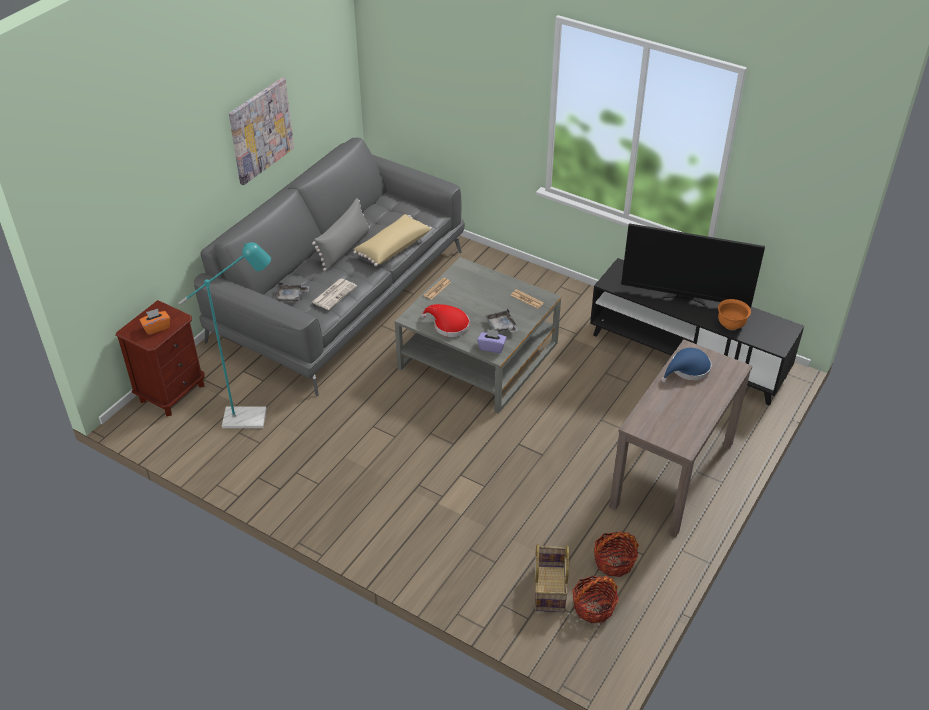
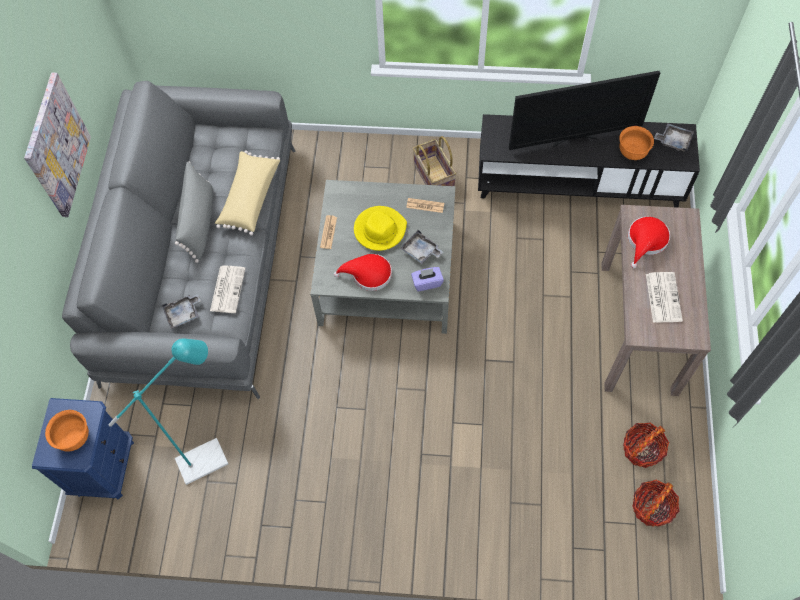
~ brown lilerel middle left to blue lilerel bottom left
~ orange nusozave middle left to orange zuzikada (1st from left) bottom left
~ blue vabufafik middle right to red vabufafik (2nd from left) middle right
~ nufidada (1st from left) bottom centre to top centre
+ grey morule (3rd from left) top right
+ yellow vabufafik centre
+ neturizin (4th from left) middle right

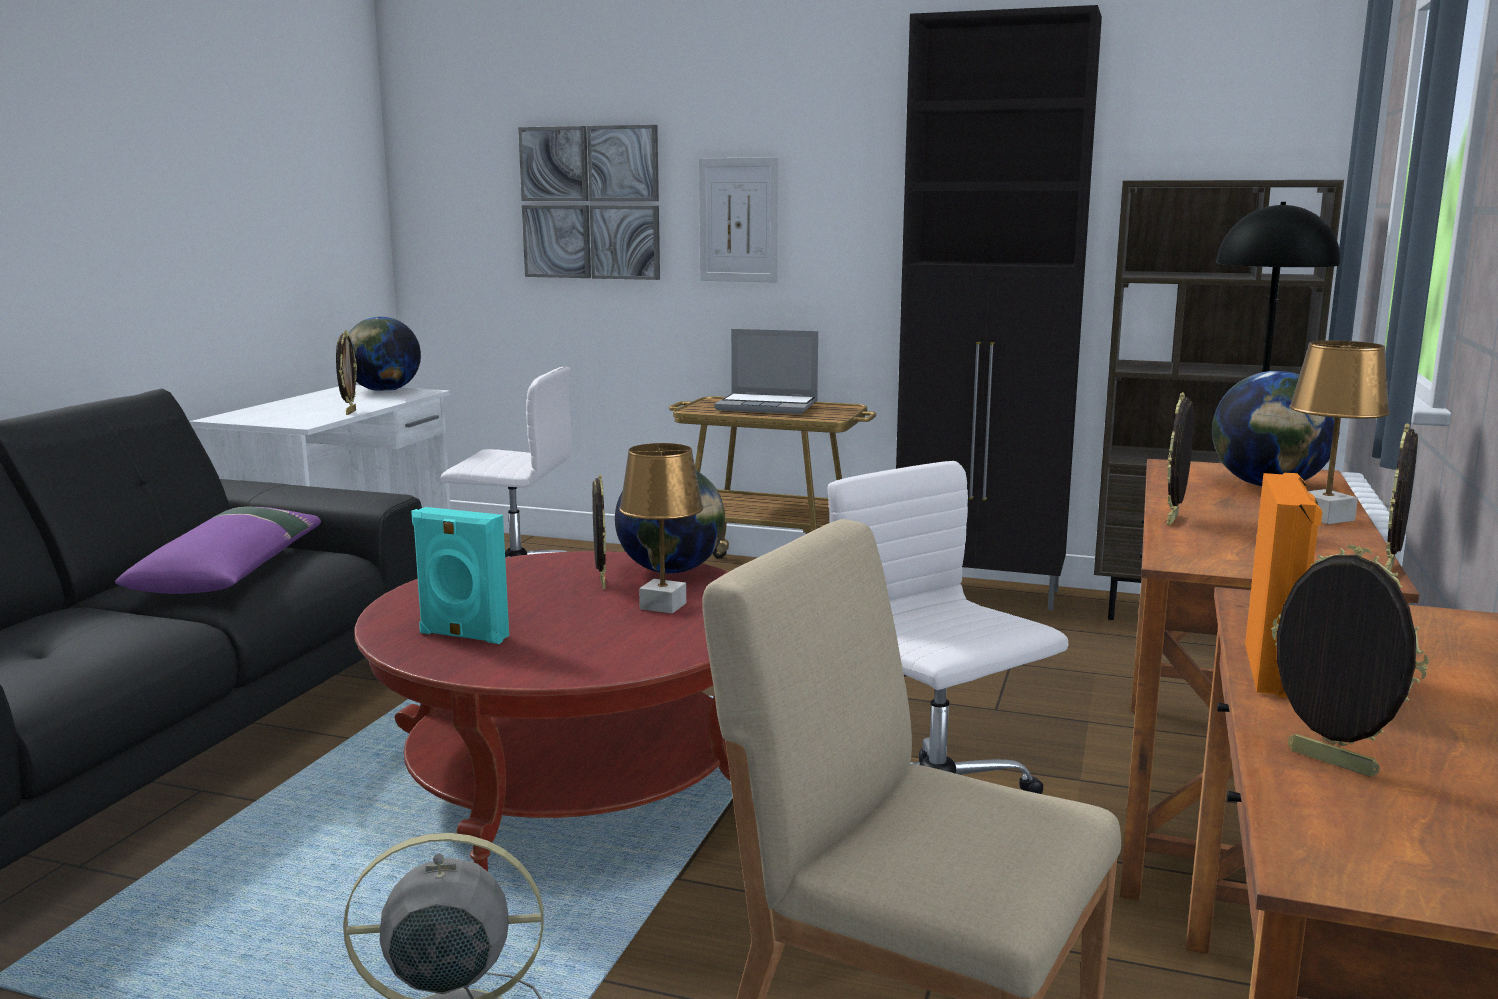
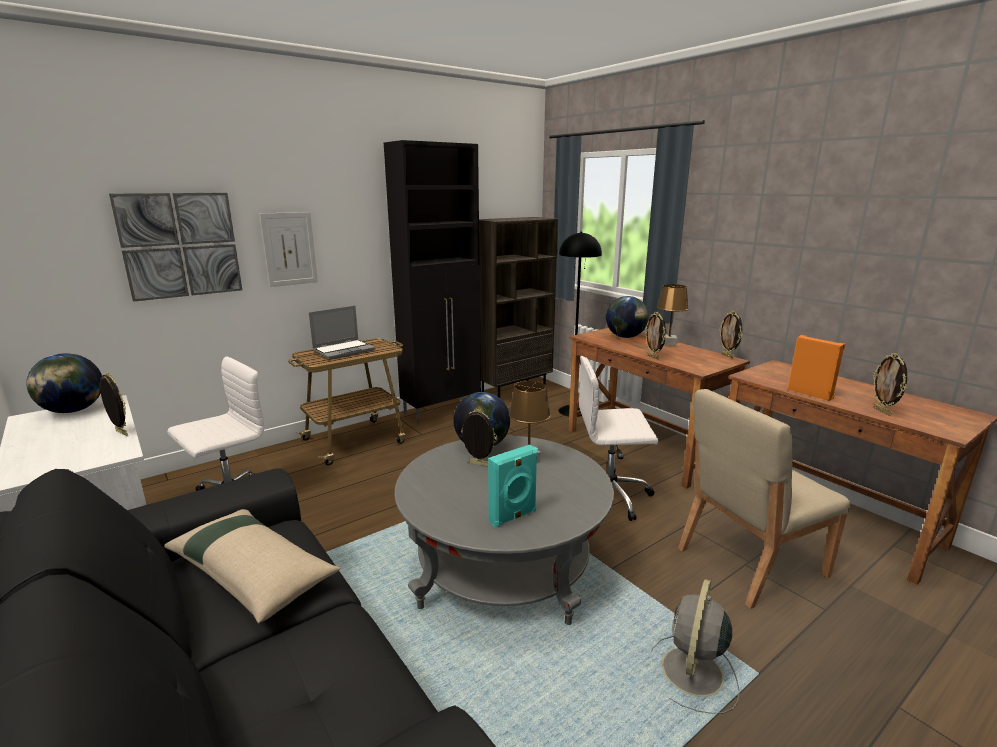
~ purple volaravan middle left to beige volaravan bottom left
~ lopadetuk (4th from left in the first image) middle right = middle right 90 degrees counterclockwise
~ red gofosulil bottom centre to grey gofosulil bottom centre

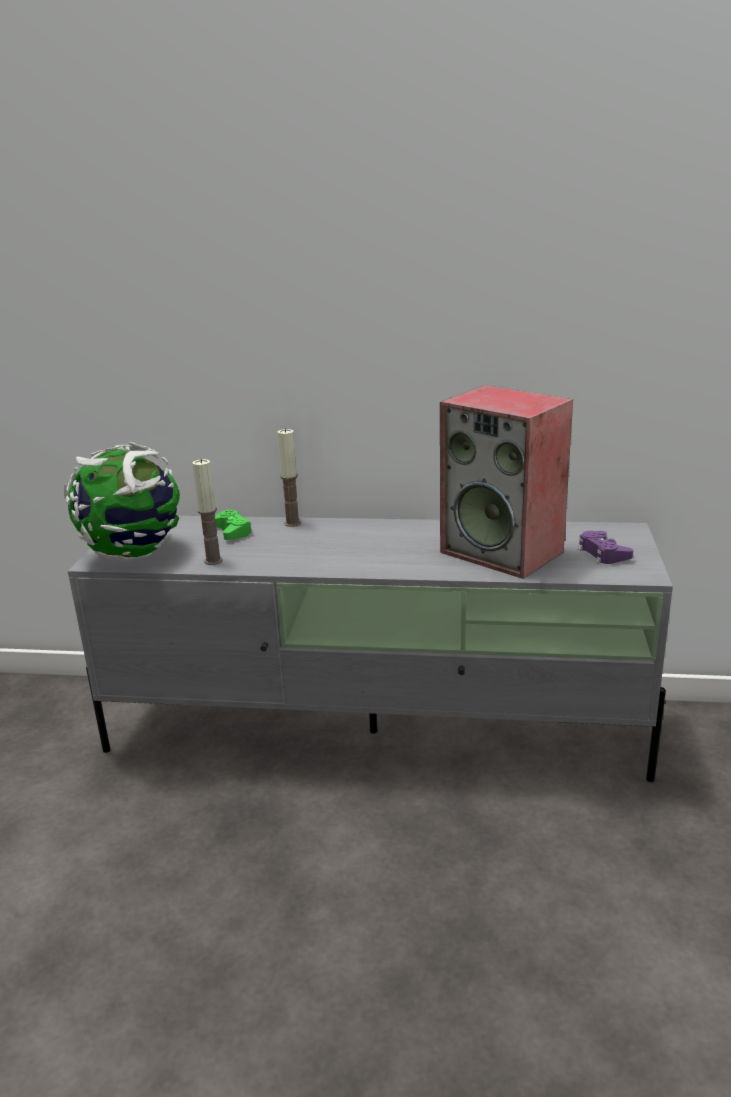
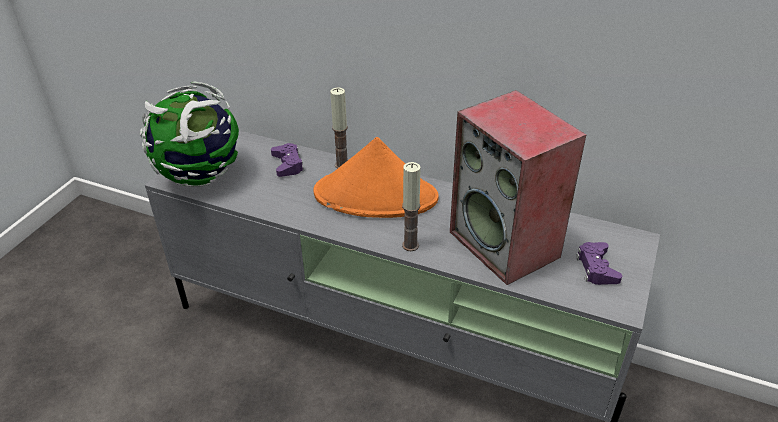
~ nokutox (1st from left in the first image) middle left to nokutox (2nd from left) centre
~ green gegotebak middle left to purple gegotebak (1st from left) centre
+ orange vabufafik centre

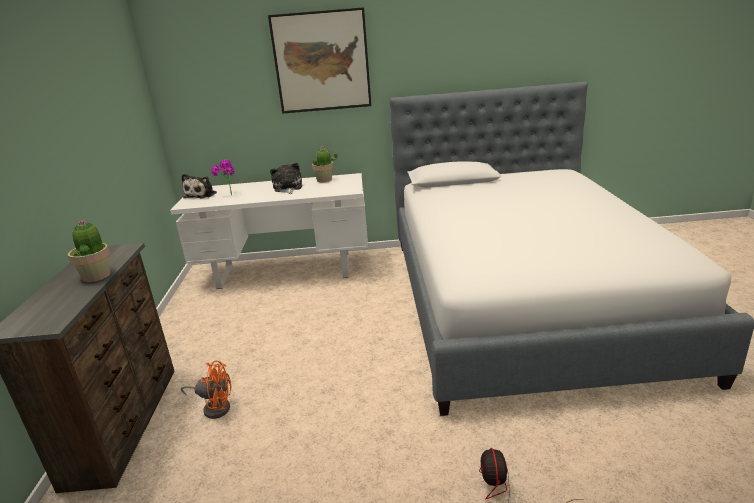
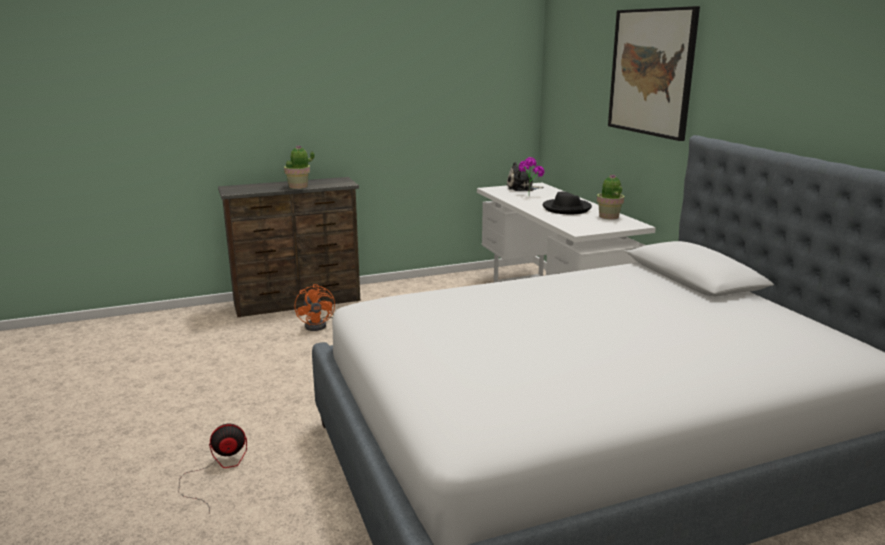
~ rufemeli (2nd from left) centre to black vabufafik centre

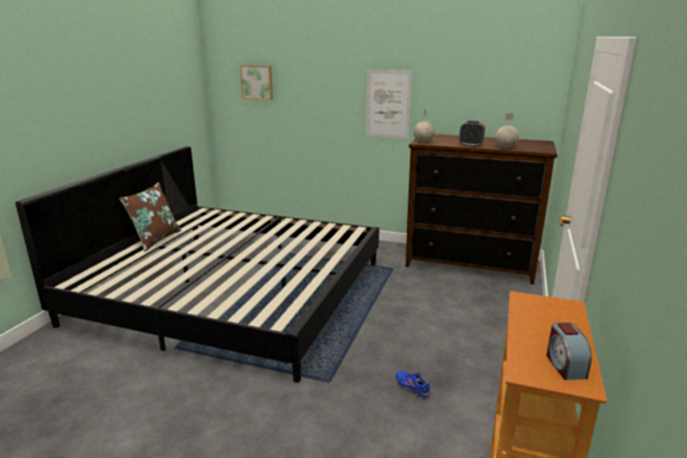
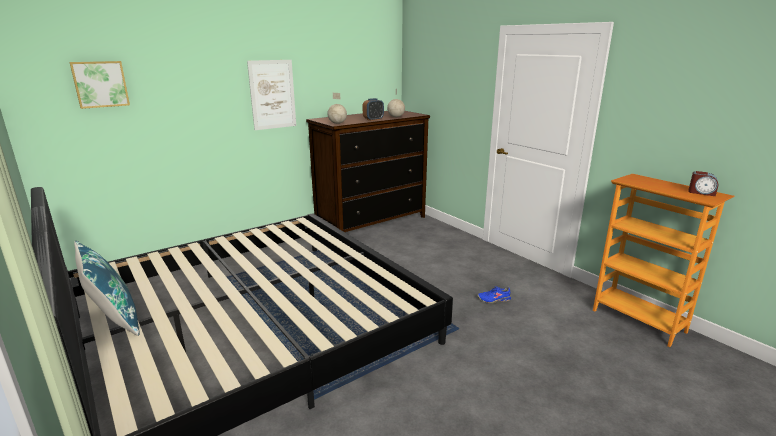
~ brown volaravan middle left to blue volaravan middle left

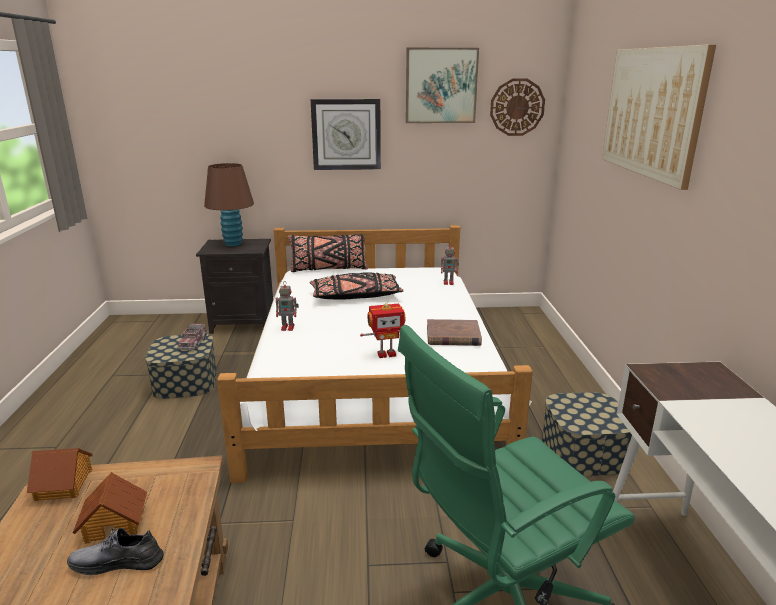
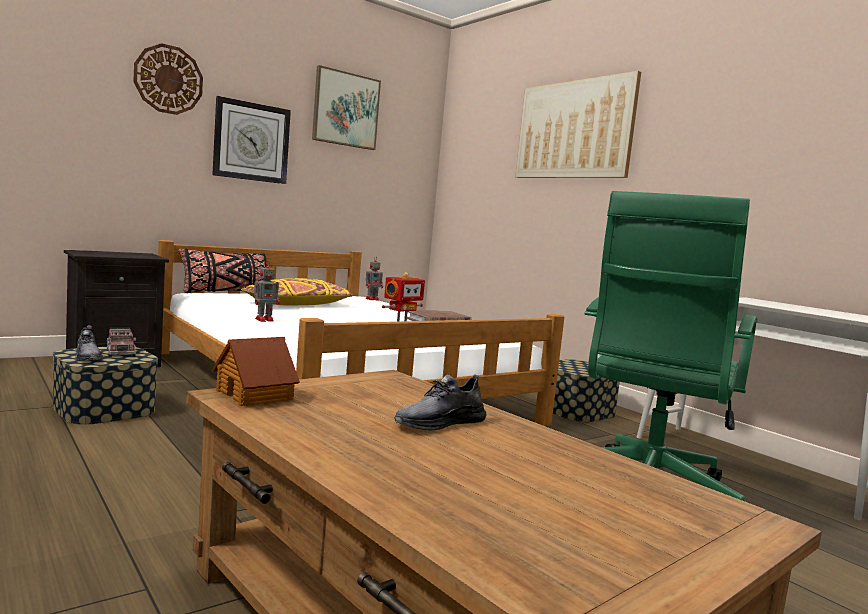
~ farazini (2nd from left in the first image) top centre to farazini (1st from left) top left
- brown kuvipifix middle left
~ black volaravan (2nd from left) centre to yellow volaravan centre
- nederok (2nd from left) bottom left
+ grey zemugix (1st from left) middle left

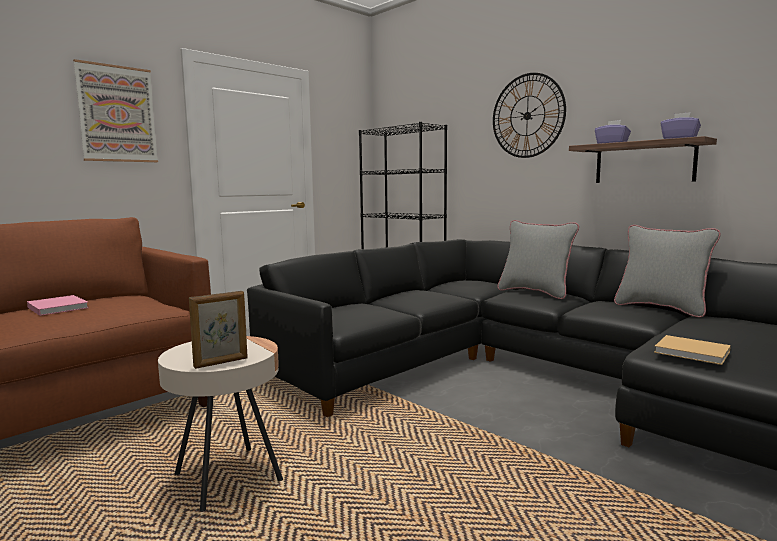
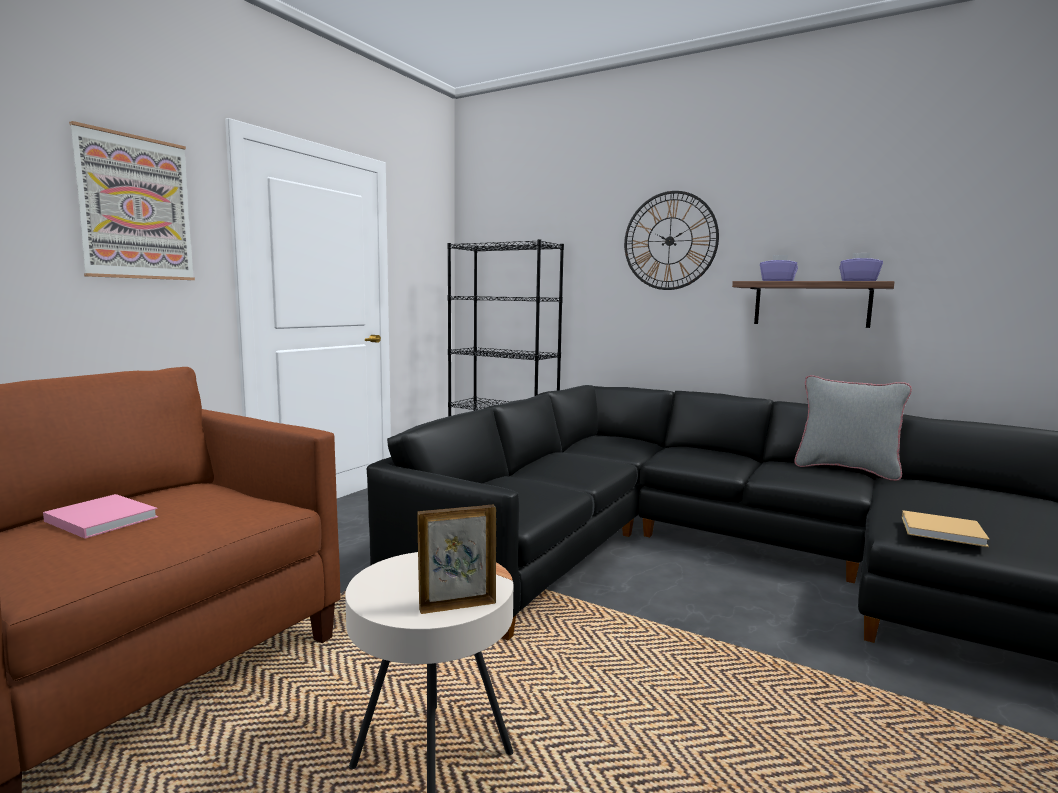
- grey volaravan (1st from left) middle right
~ lopadetuk middle left = bottom centre 150 degrees counterclockwise

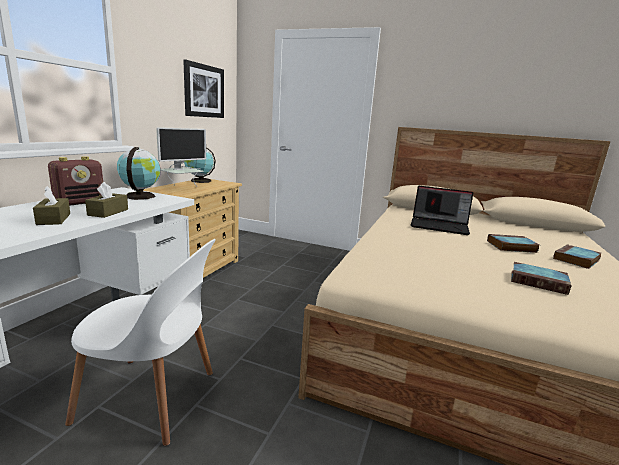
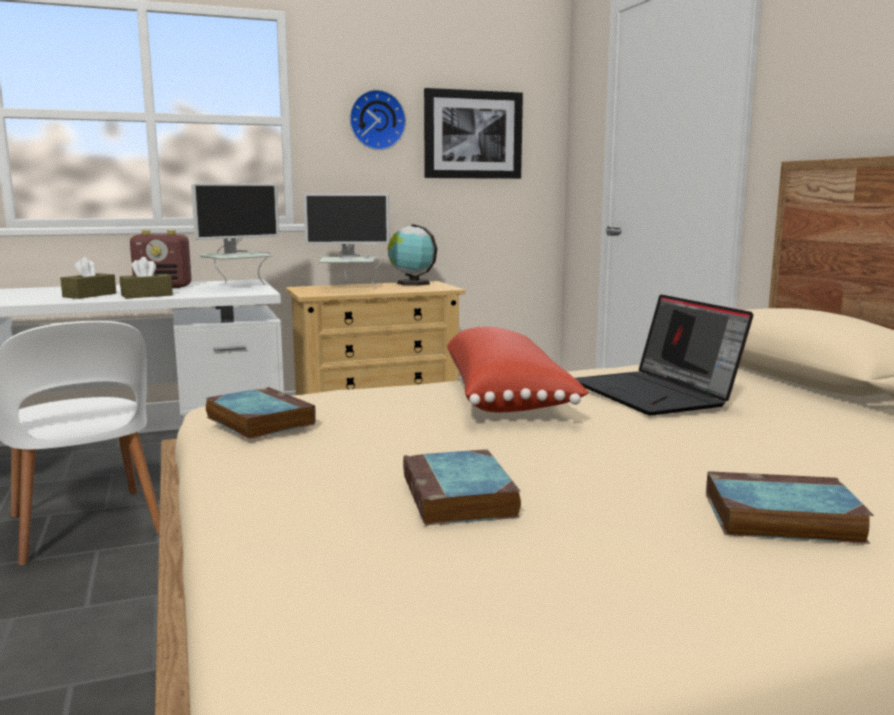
~ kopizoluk (1st from left) middle left to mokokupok (1st from left) top left
~ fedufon (1st from left) middle right to middle left
+ farazini top centre
+ red volaravan centre

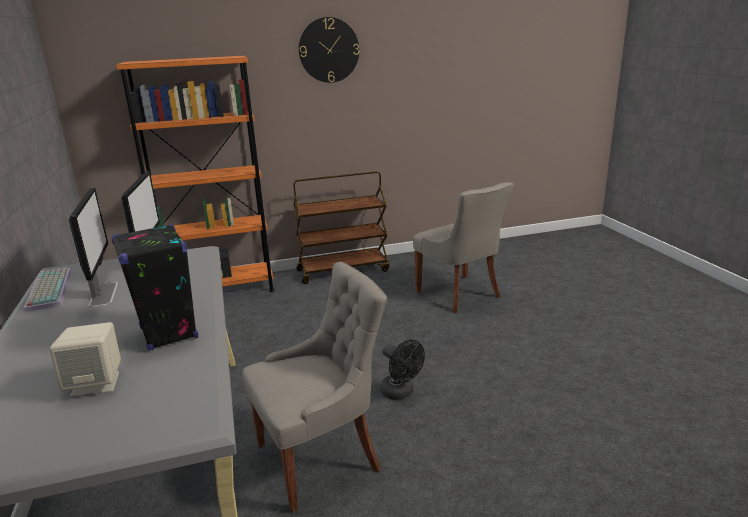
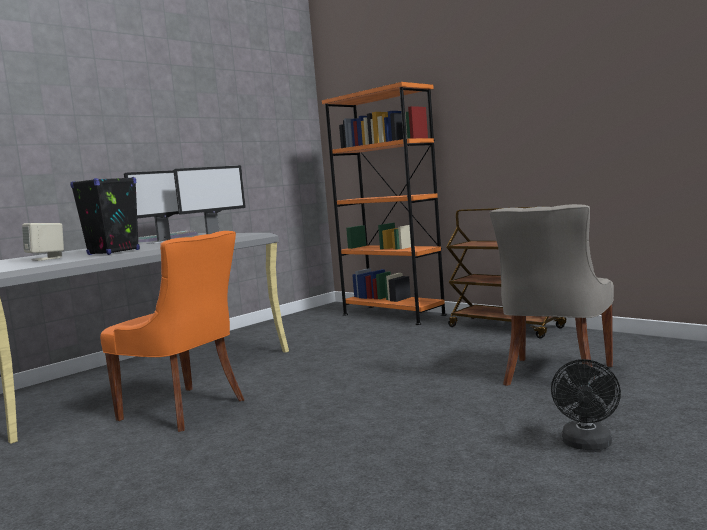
- farazini top centre
~ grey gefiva (1st from left) bottom centre to orange gefiva middle left
~ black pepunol bottom centre to bottom right

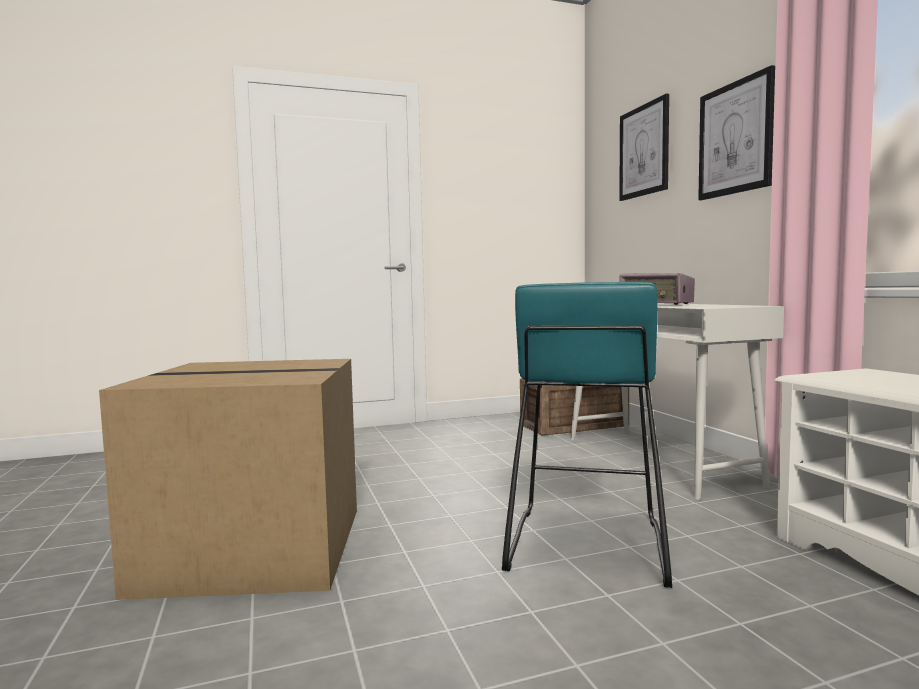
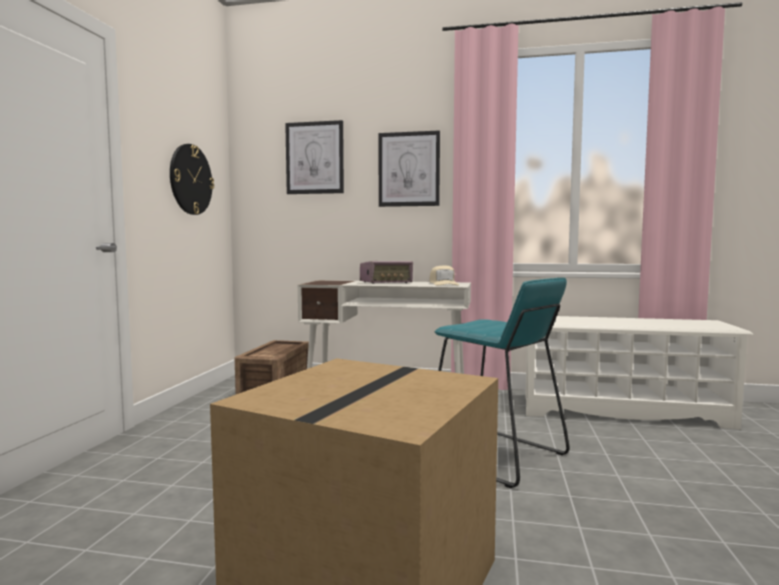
+ farazini top left
+ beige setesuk centre

